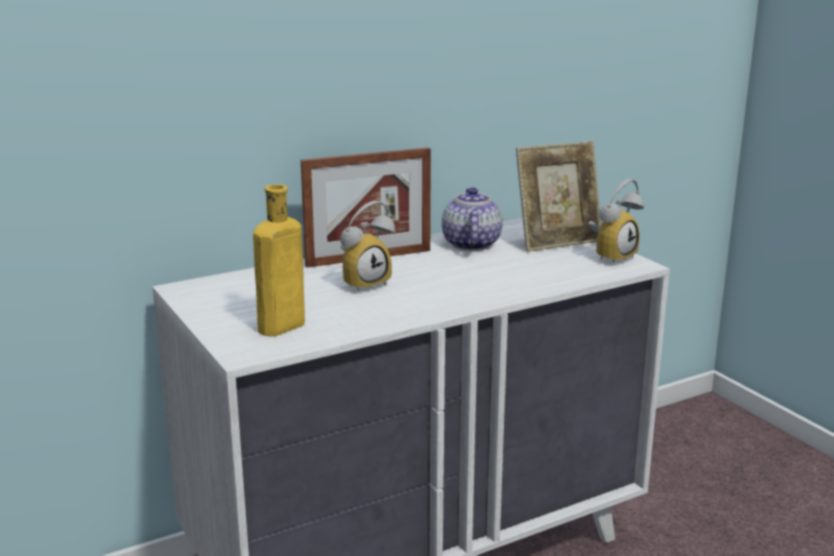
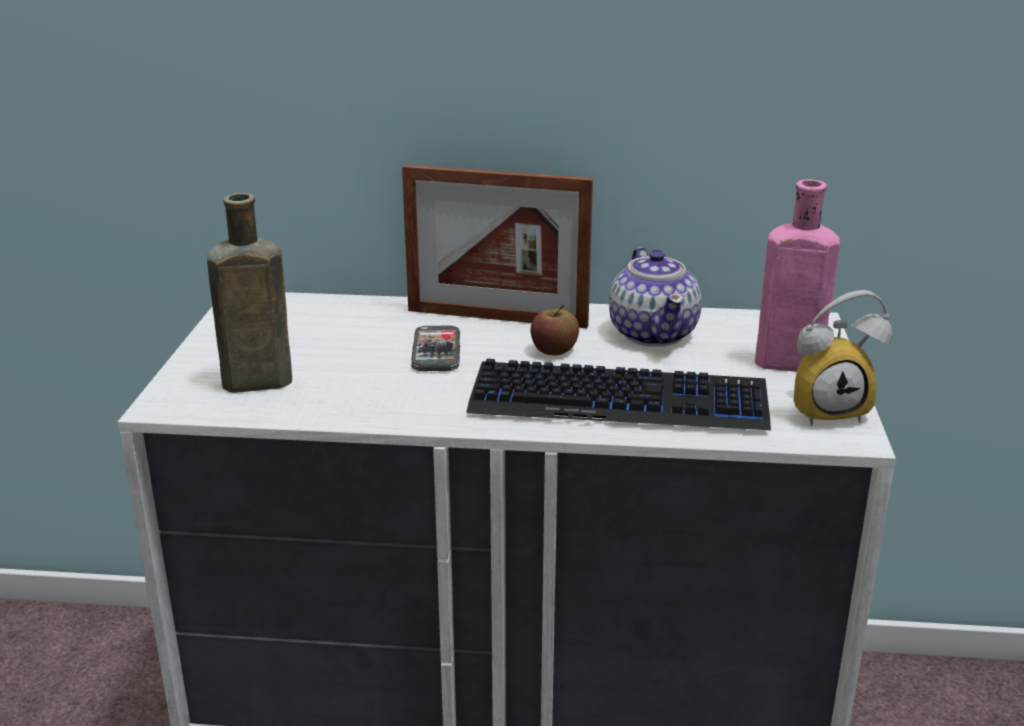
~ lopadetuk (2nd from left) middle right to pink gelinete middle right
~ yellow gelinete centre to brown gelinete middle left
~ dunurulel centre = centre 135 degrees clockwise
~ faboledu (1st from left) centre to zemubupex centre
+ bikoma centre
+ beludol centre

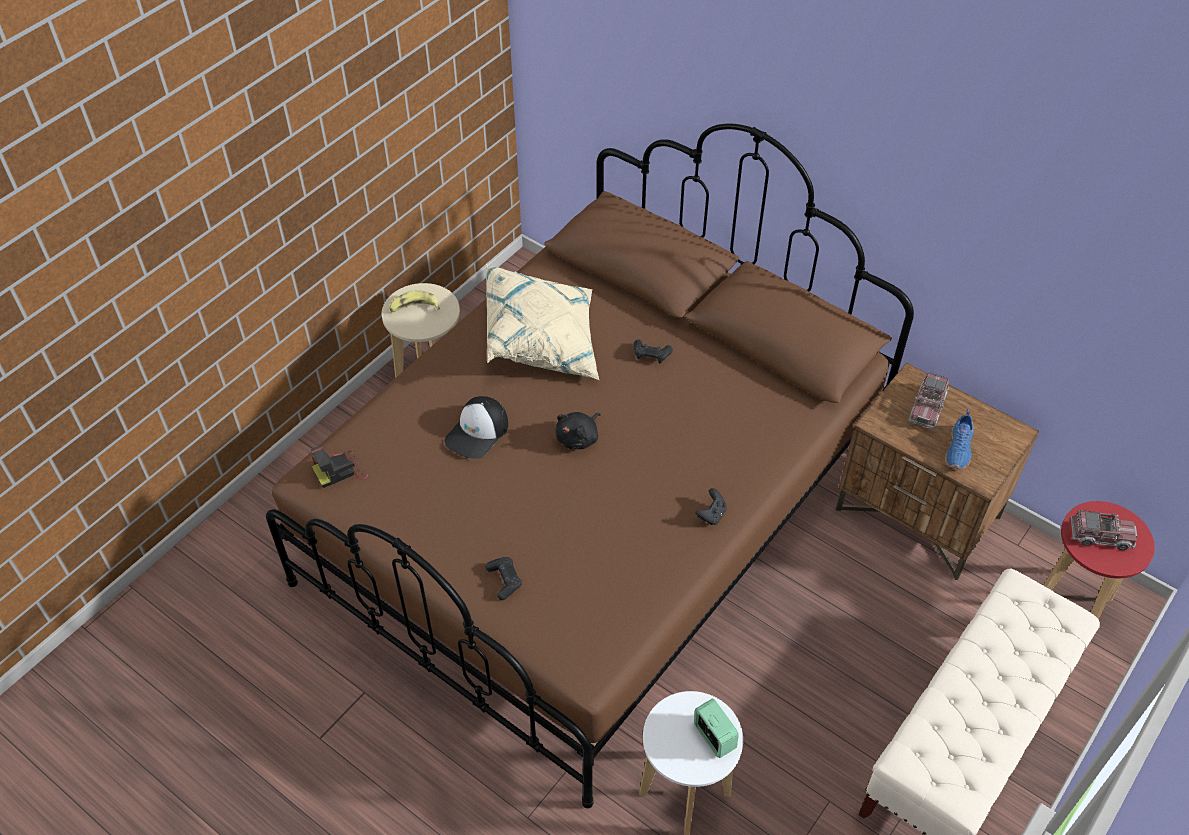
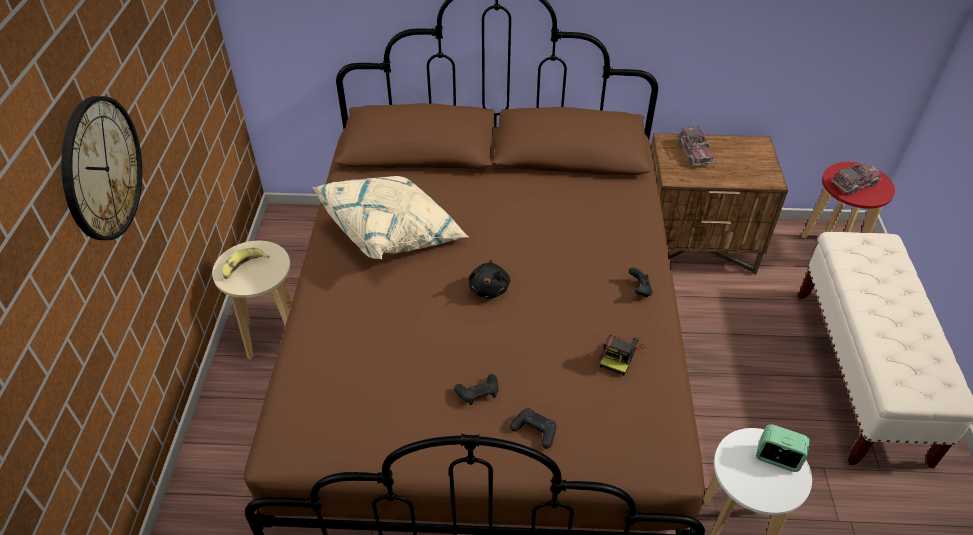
~ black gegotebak (2nd from left in the first image) centre to black gegotebak (1st from left) bottom centre
- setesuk centre
- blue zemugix middle right
~ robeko middle left to centre
+ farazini top left

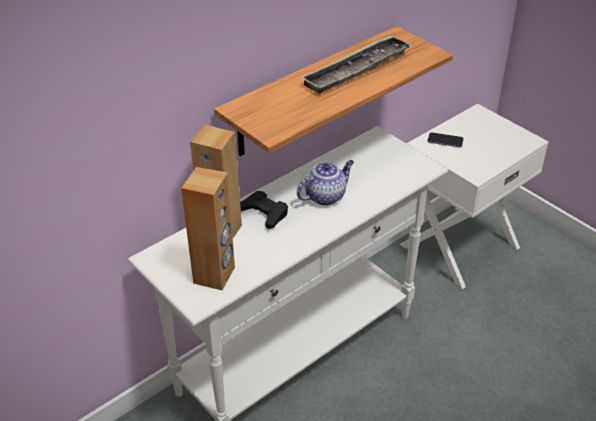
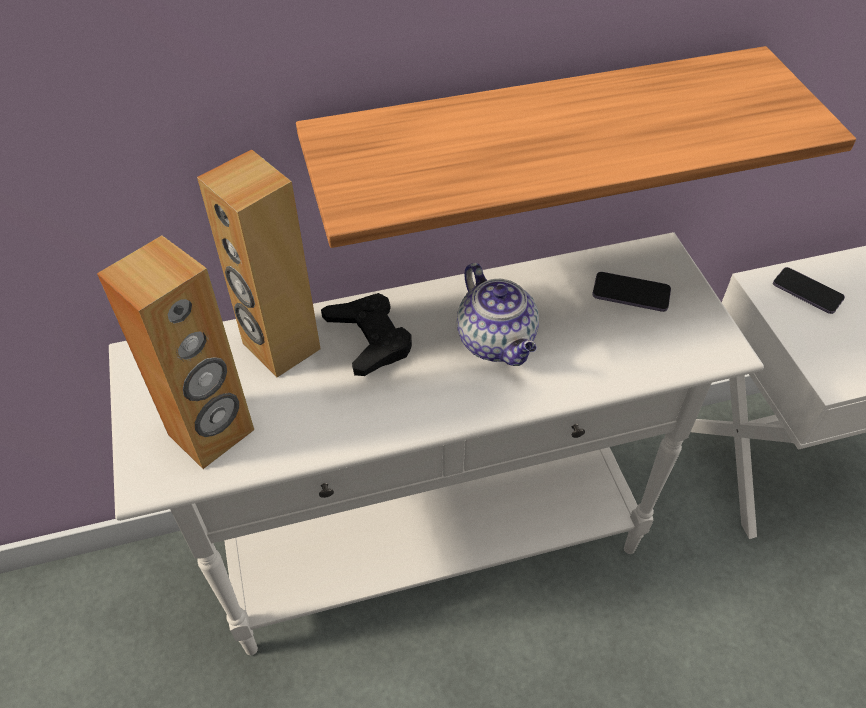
- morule top centre
~ dunurulel centre = centre 75 degrees clockwise
+ zemubupex (1st from left) middle right

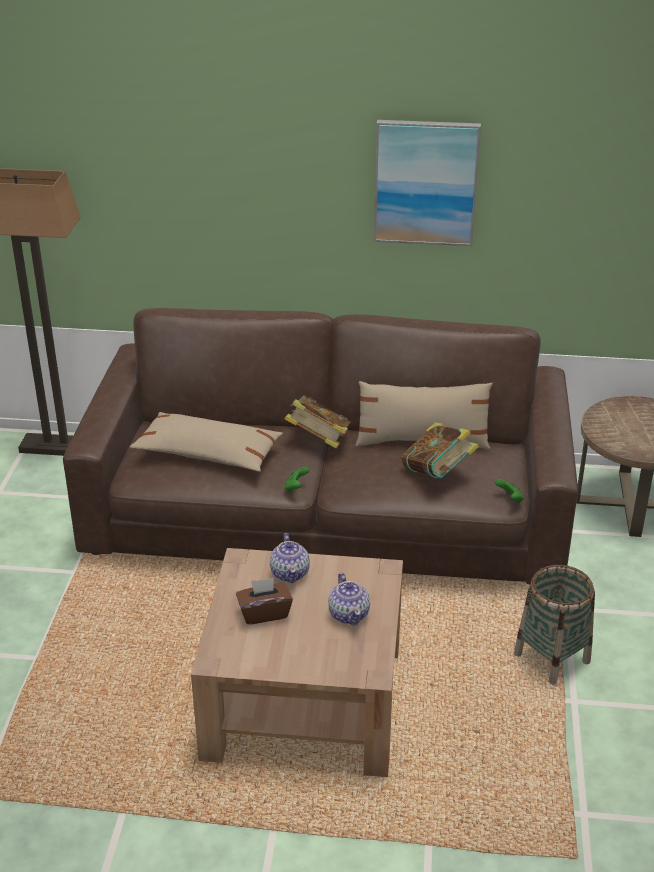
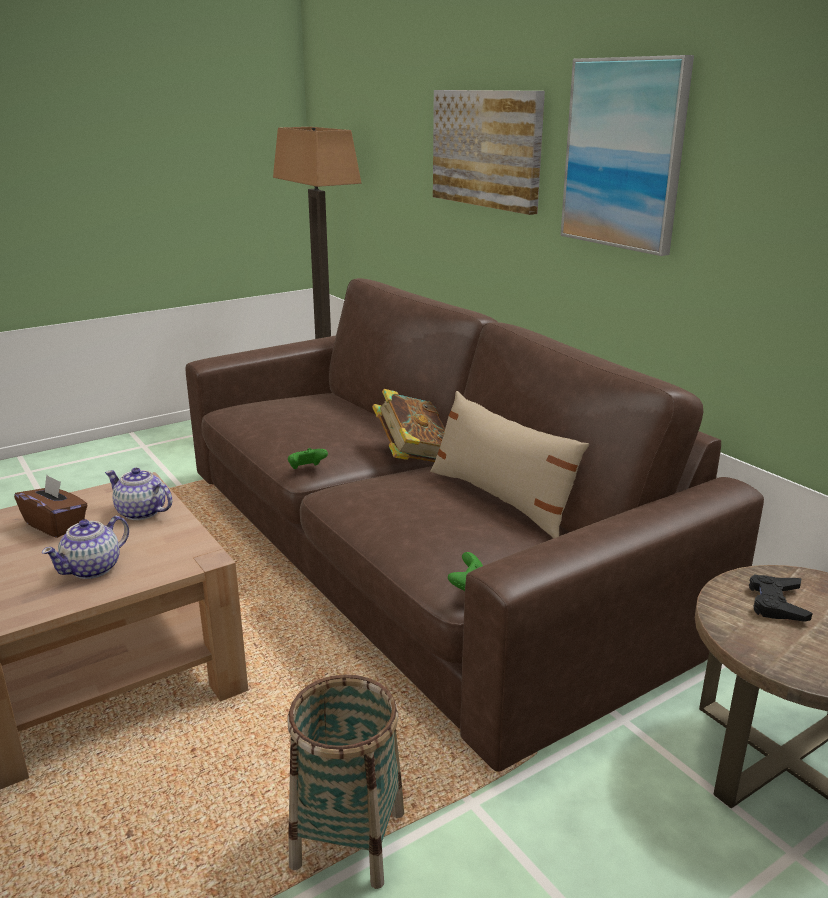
- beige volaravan (1st from left) middle left
- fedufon (2nd from left) middle right
~ dunurulel (1st from left in the first image) centre = middle left 75 degrees clockwise
+ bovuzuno (1st from left) top centre
+ black gegotebak middle right

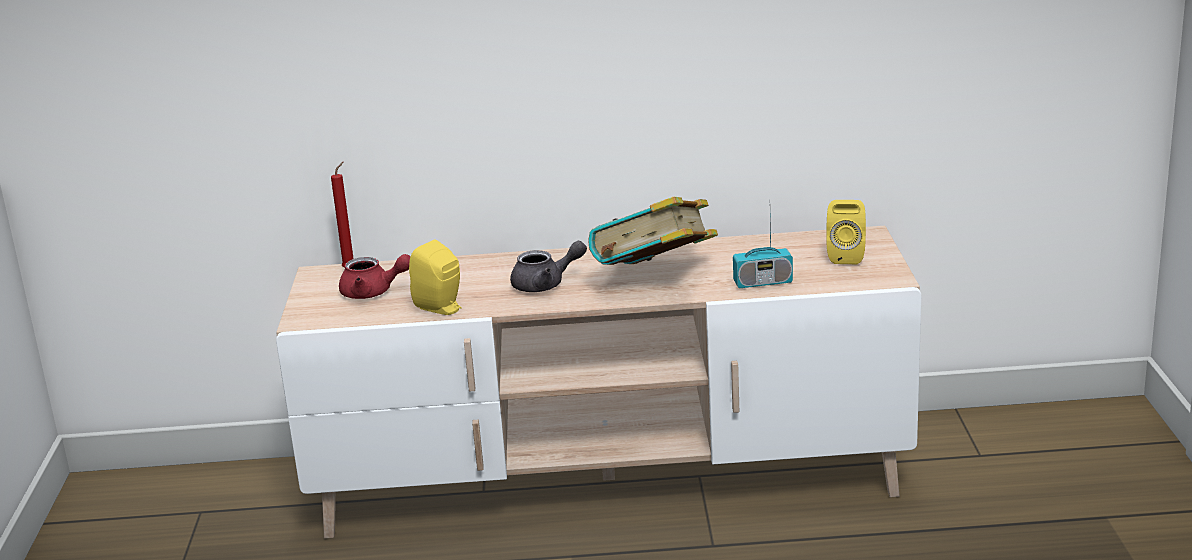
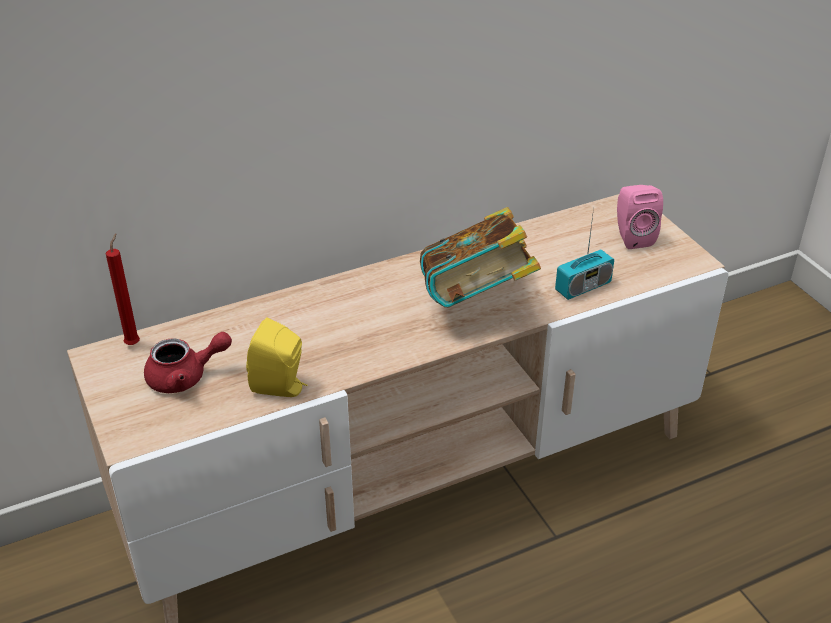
~ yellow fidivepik (2nd from left) middle right to pink fidivepik middle right
- grey dunurulel centre

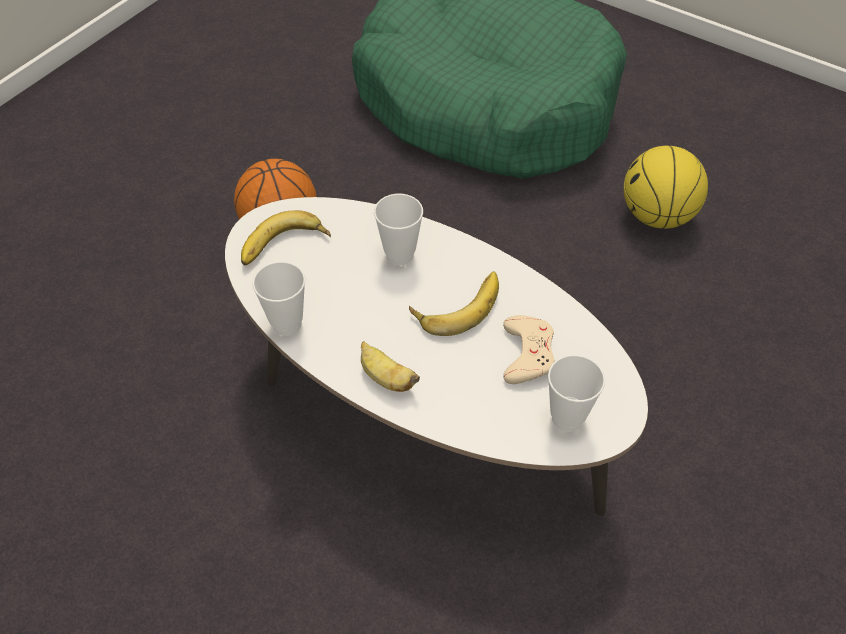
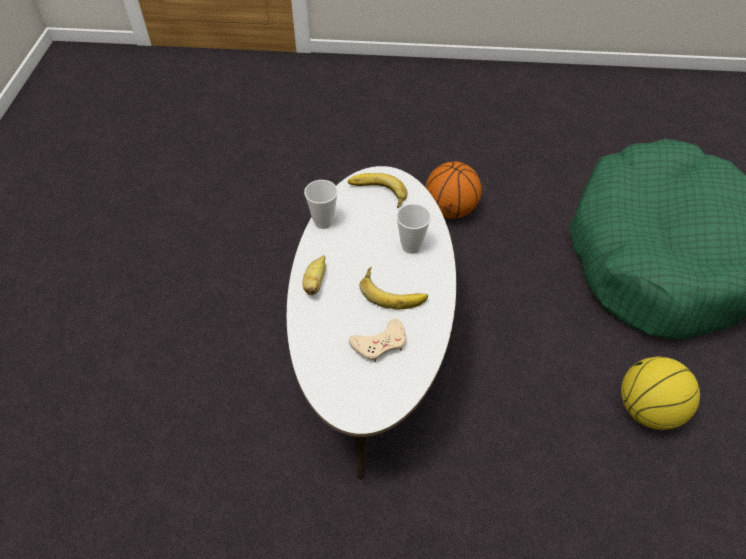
- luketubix (3rd from left) middle right

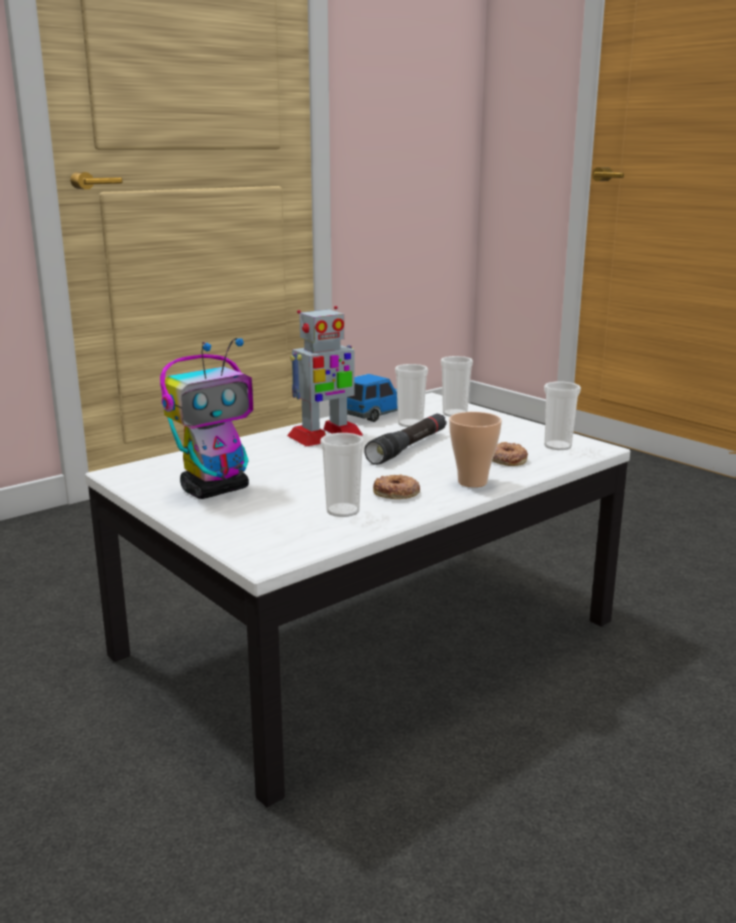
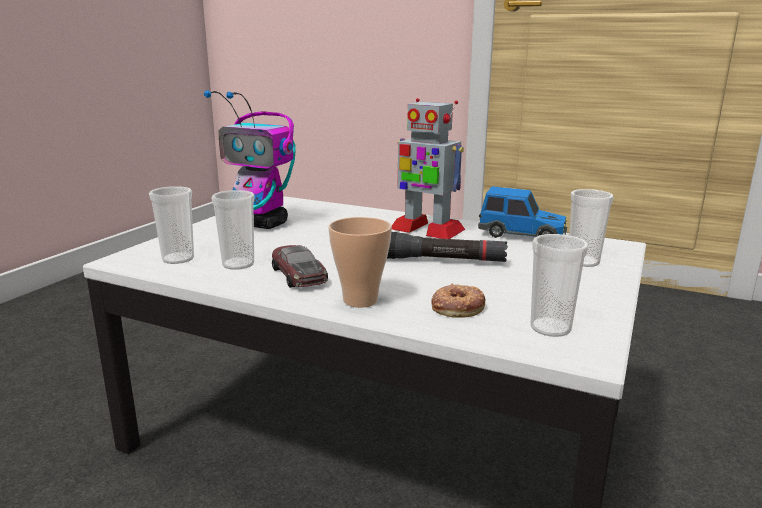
~ luketubix (2nd from left in the first image) centre to luketubix (1st from left) middle left
~ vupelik (1st from left) centre to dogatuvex (1st from left) centre

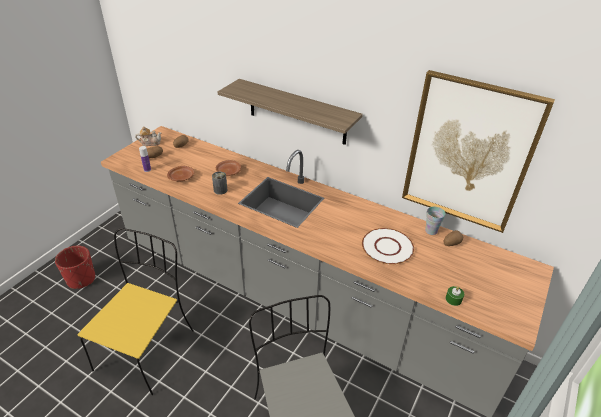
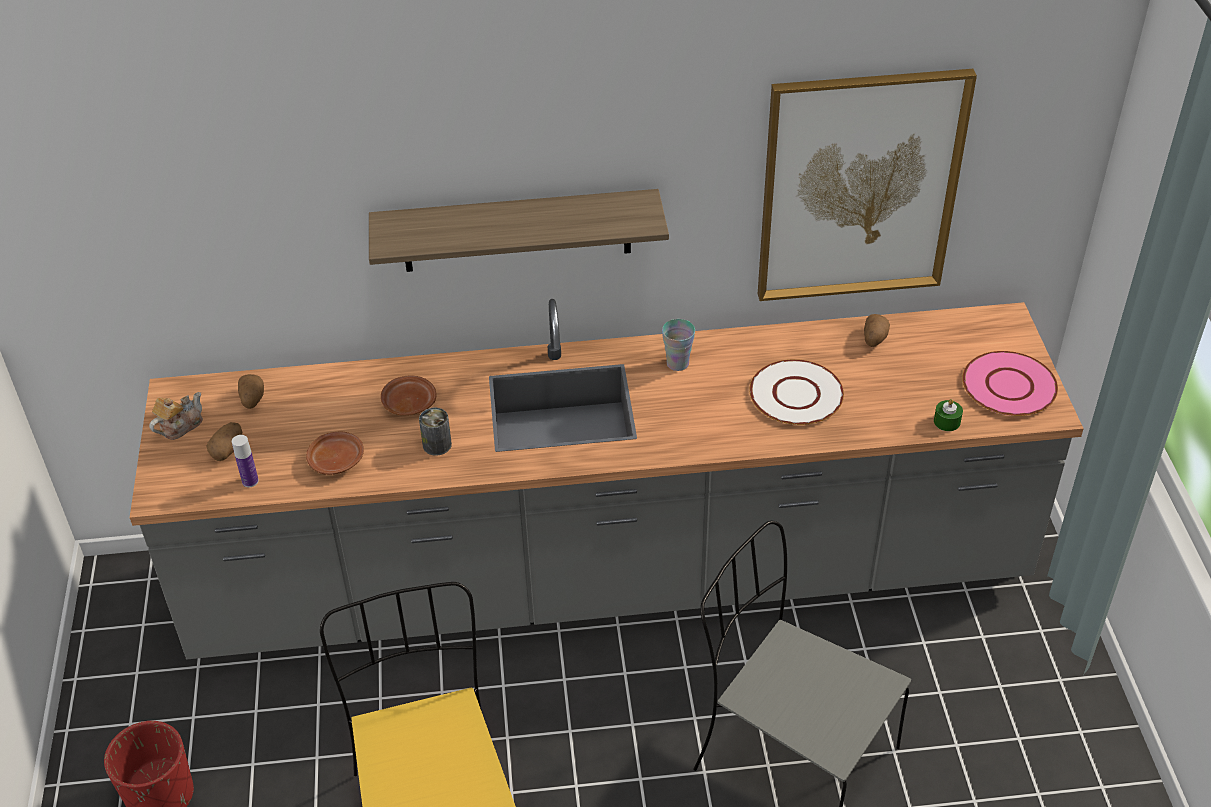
~ luketubix middle right to centre
+ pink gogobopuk middle right

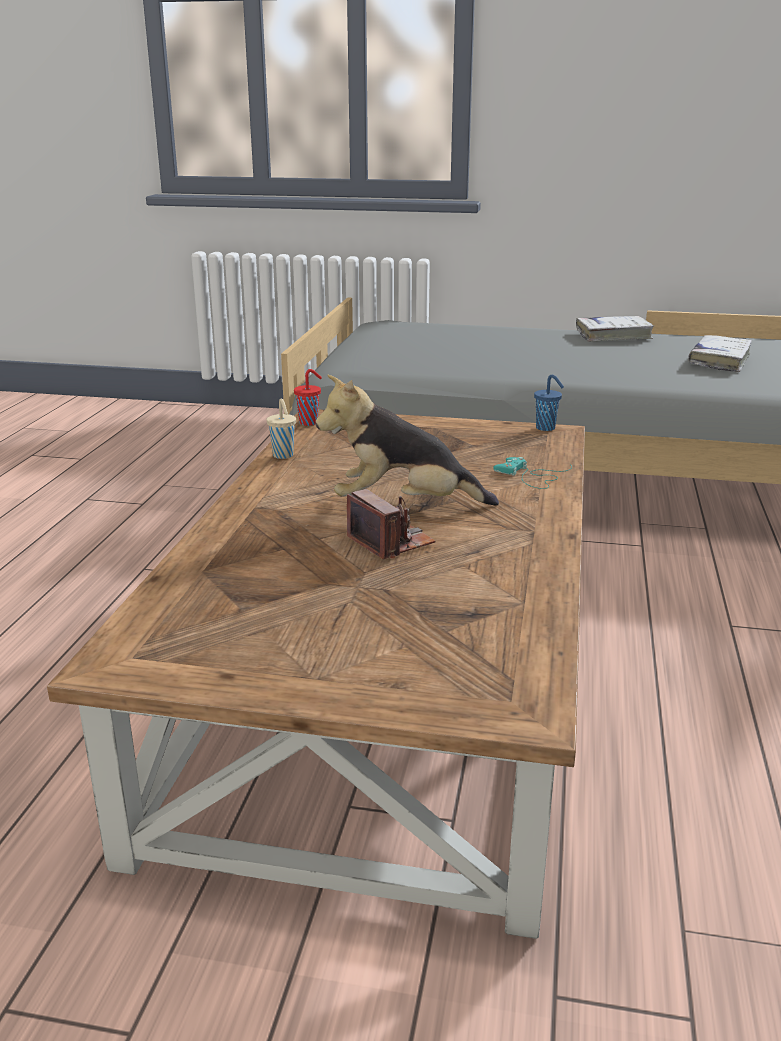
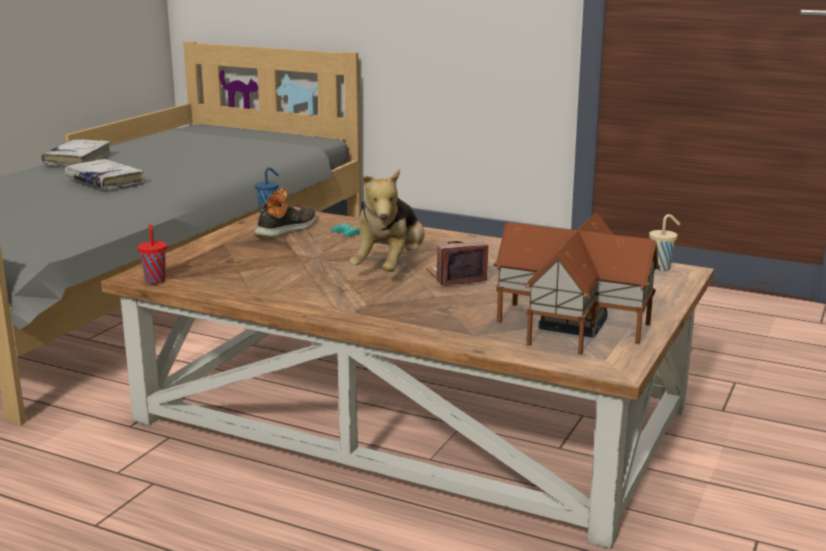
~ white fedufon (2nd from left) middle right to top left
~ beige luketubix centre to middle right
+ zemugix centre
+ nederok middle right

